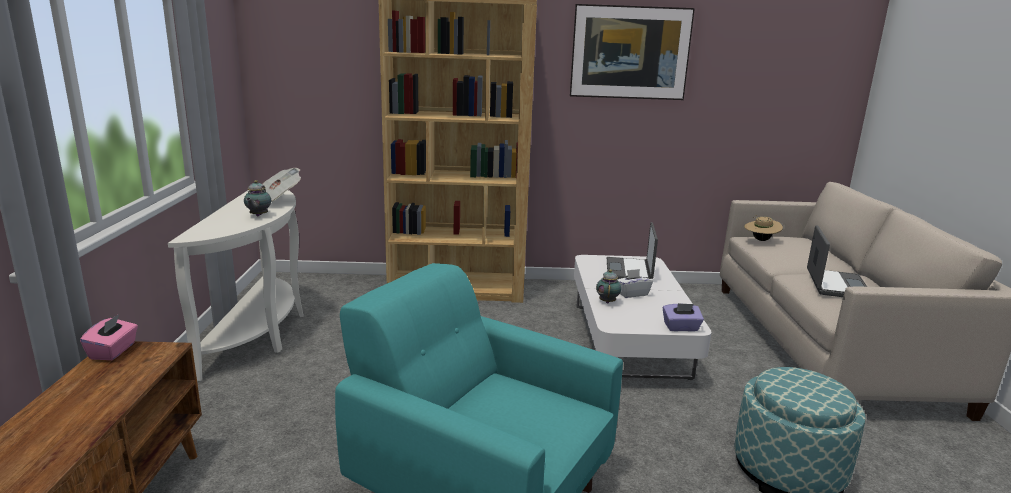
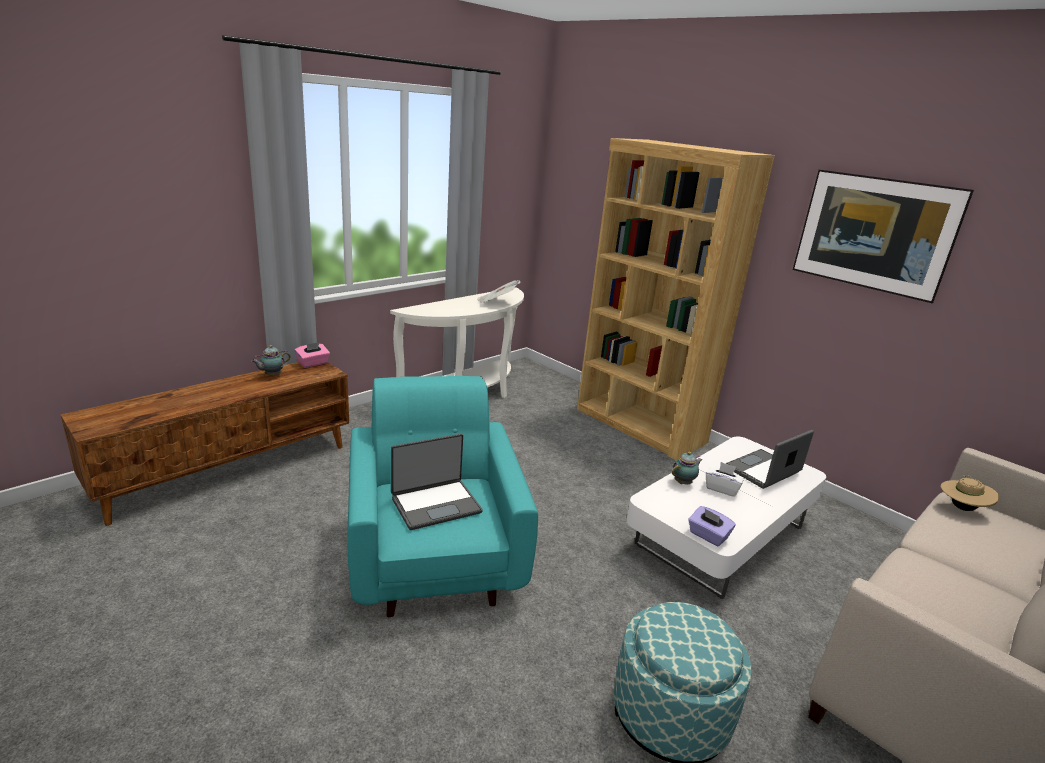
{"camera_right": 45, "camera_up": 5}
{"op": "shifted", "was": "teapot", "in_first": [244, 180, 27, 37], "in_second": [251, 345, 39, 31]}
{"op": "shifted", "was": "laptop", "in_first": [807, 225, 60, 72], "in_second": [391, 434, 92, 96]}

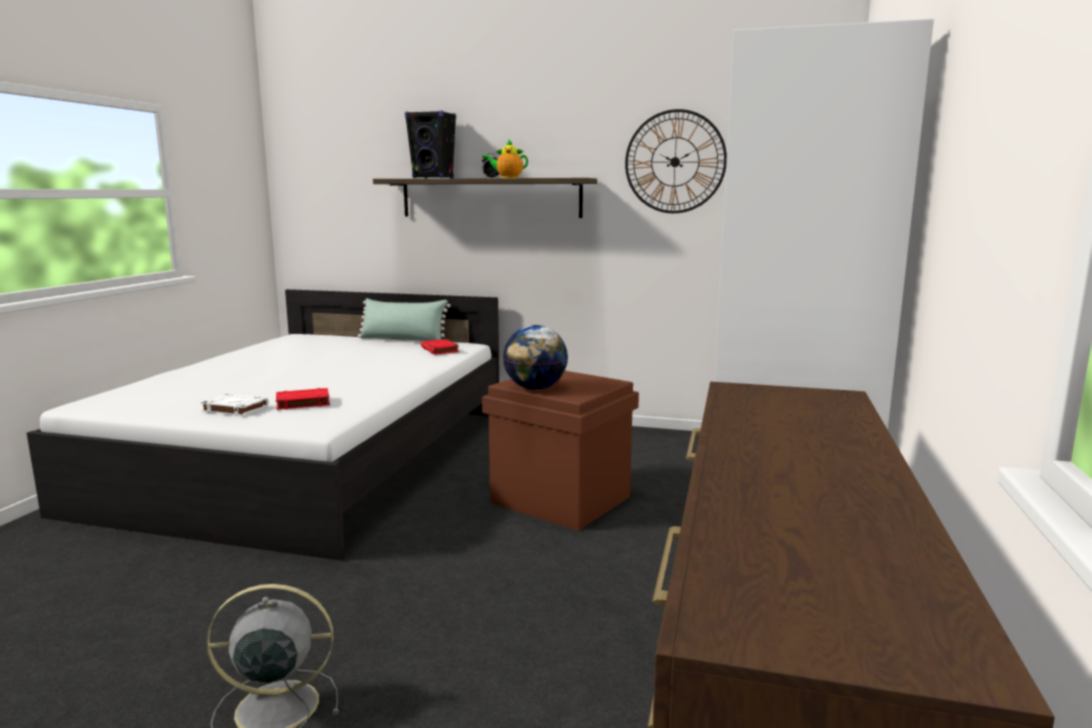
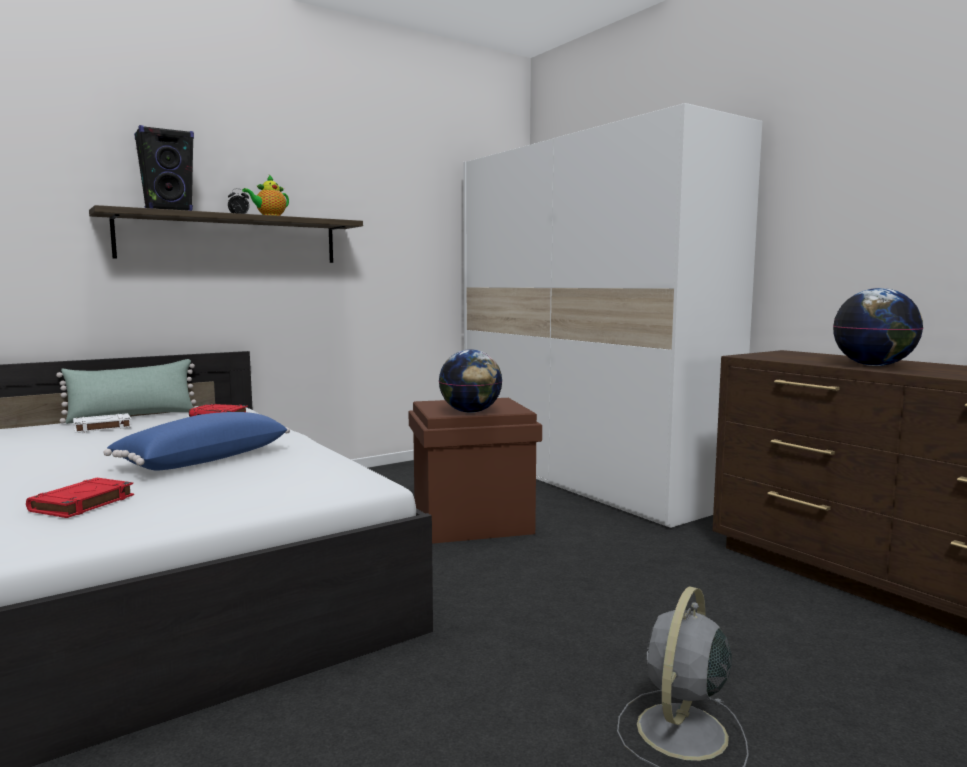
{"camera_right": -50, "camera_up": -5}
{"op": "gone", "was": "wall clock", "in_first": [625, 109, 102, 104]}
{"op": "new", "now": "cushion (blue)", "in_second": [103, 412, 187, 59]}
{"op": "new", "now": "desk globe", "in_second": [833, 288, 90, 78]}
{"op": "shifted", "was": "book (white-coloured)", "in_first": [201, 394, 68, 22], "in_second": [73, 413, 59, 20]}
{"op": "shifted", "was": "book (red)", "in_first": [276, 388, 54, 22], "in_second": [26, 478, 108, 40]}

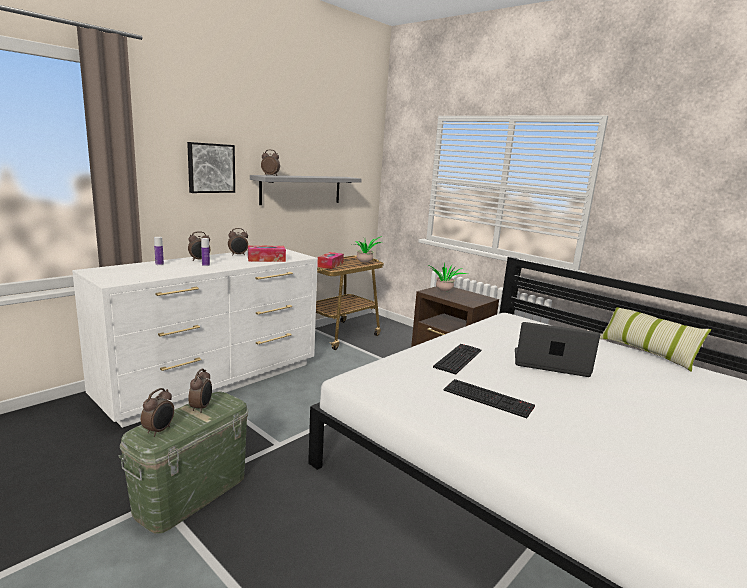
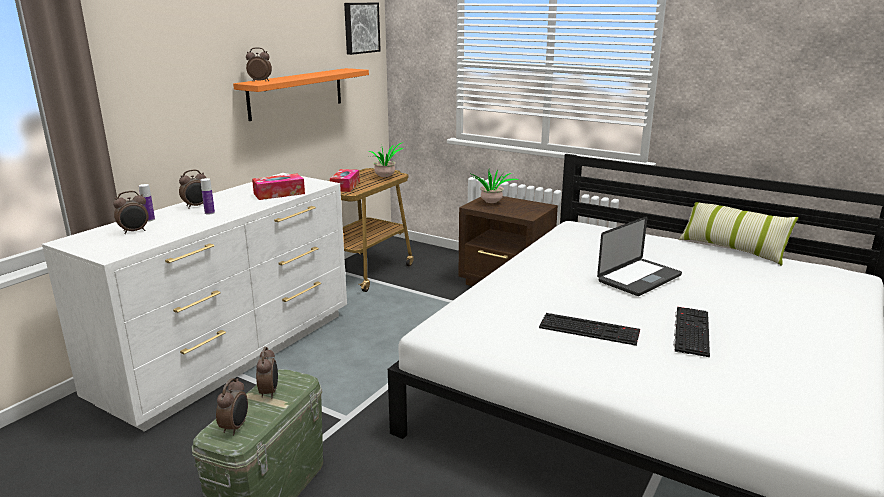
{"camera_right": -10, "camera_up": 5}
{"op": "shifted", "was": "wall art", "in_first": [187, 142, 48, 51], "in_second": [344, 3, 37, 52]}
{"op": "shifted", "was": "alarm clock", "in_first": [228, 228, 20, 28], "in_second": [113, 191, 36, 43]}
{"op": "shifted", "was": "keyboard", "in_first": [433, 344, 48, 31], "in_second": [674, 307, 36, 50]}
{"op": "repainted", "was": "wall shelf (grey)", "now": "wall shelf (orange)", "in_first": [250, 175, 112, 30], "in_second": [233, 68, 136, 53]}
{"op": "rotated", "was": "laptop", "in_first": [515, 322, 85, 55], "in_second": [597, 216, 85, 80], "clockwise": 135}

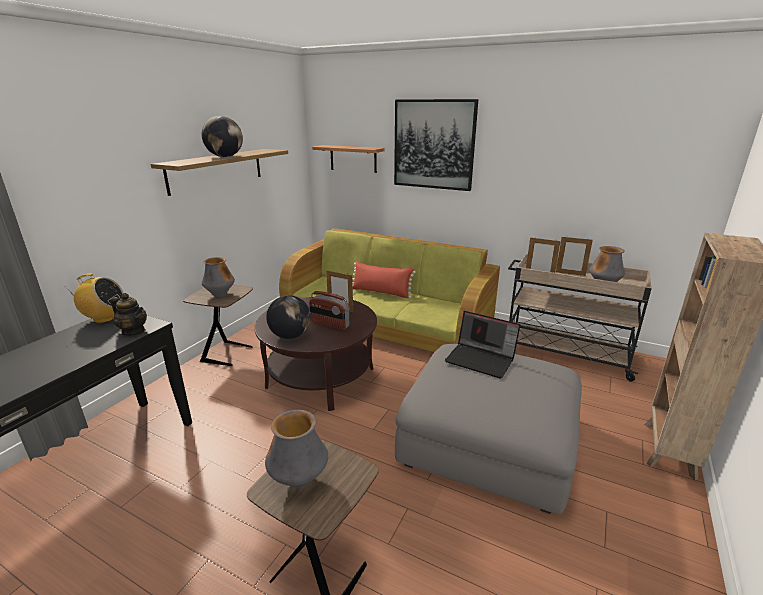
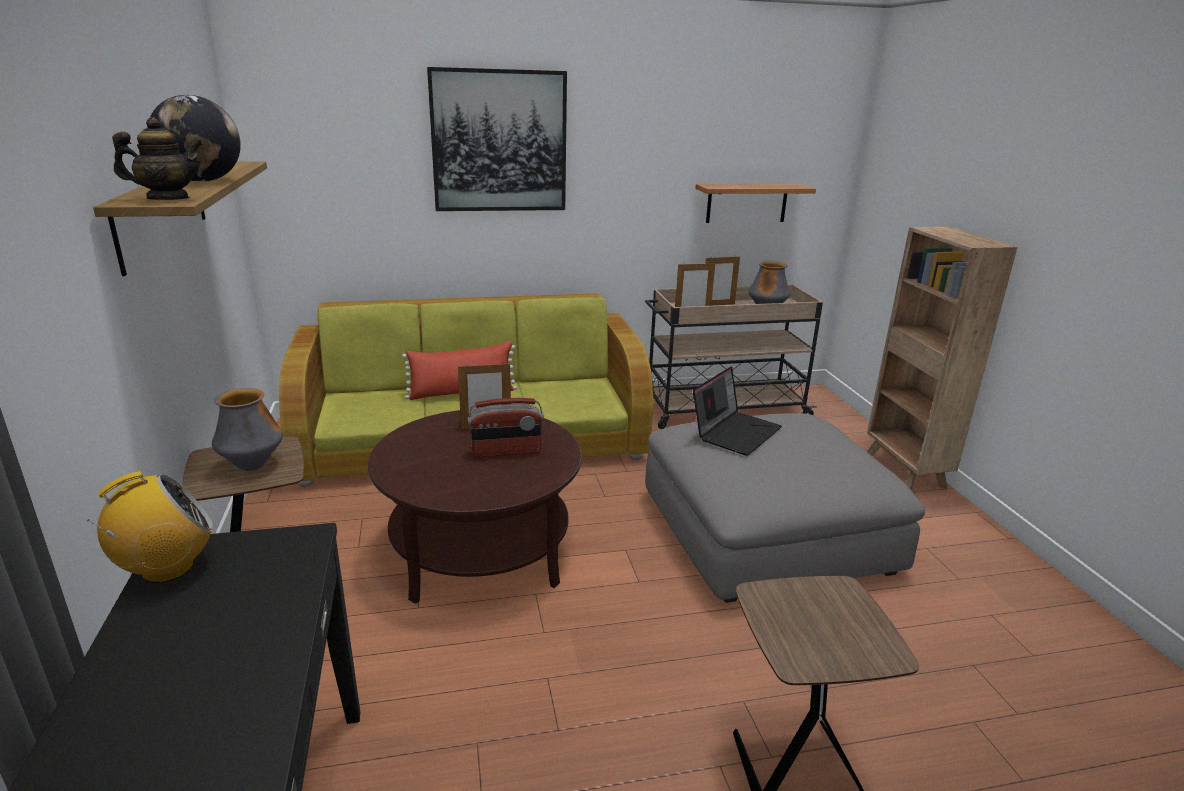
{"camera_right": -40, "camera_up": 0}
{"op": "gone", "was": "flower vase", "in_first": [265, 410, 63, 79]}
{"op": "gone", "was": "desk globe", "in_first": [266, 295, 45, 44]}
{"op": "shifted", "was": "teapot", "in_first": [110, 293, 37, 43], "in_second": [112, 117, 92, 83]}
{"op": "shifted", "was": "wall shelf", "in_first": [312, 145, 73, 28], "in_second": [695, 184, 121, 39]}
{"op": "rotated", "was": "laptop", "in_first": [445, 311, 75, 68], "in_second": [693, 366, 89, 90], "clockwise": -45}

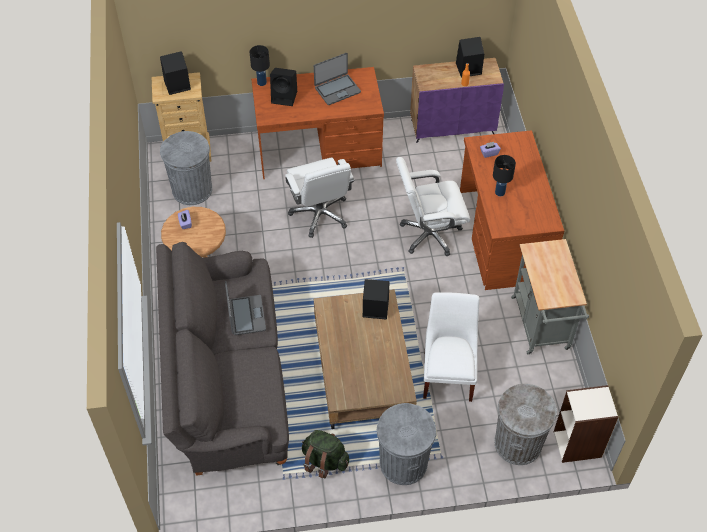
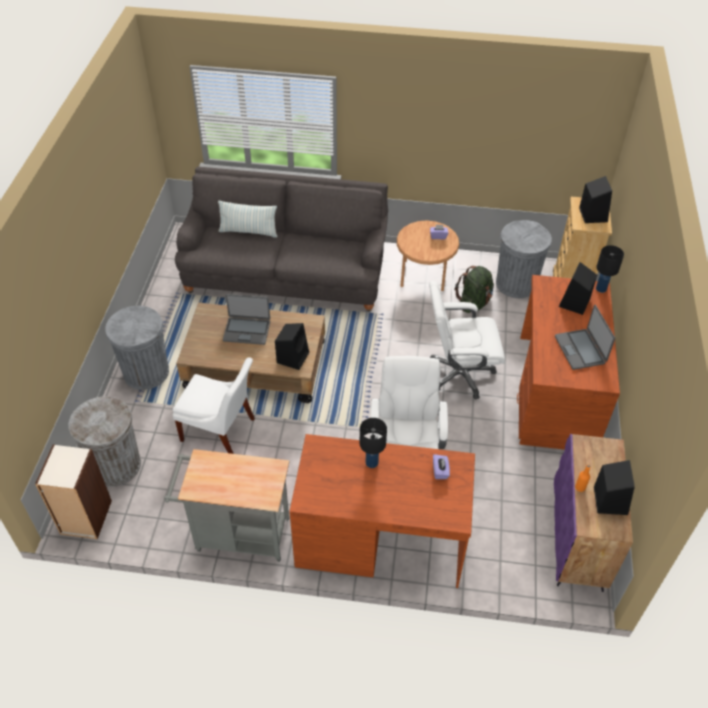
{"camera_right": 105, "camera_up": -5}
{"op": "new", "now": "cushion", "in_second": [218, 201, 59, 37]}
{"op": "shifted", "was": "laptop", "in_first": [225, 281, 41, 54], "in_second": [223, 294, 47, 51]}
{"op": "shifted", "was": "rucksack (green-coloured)", "in_first": [302, 430, 47, 48], "in_second": [455, 266, 39, 47]}

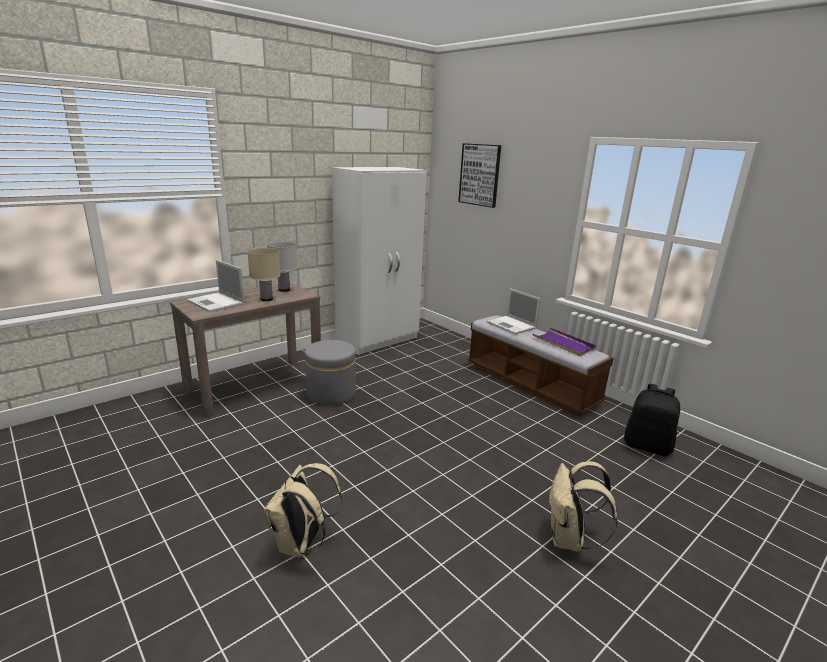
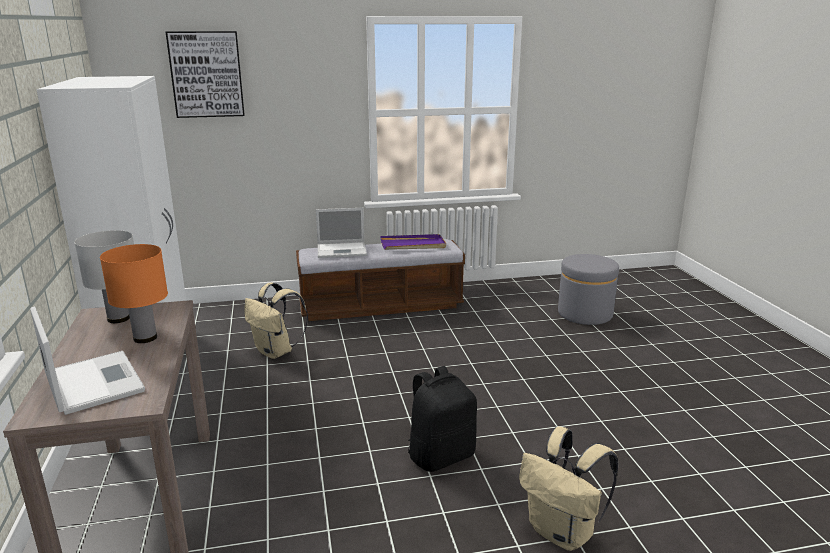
{"camera_right": -60, "camera_up": 0}
{"op": "shifted", "was": "footrest (grey)", "in_first": [304, 340, 52, 66], "in_second": [558, 254, 61, 71]}
{"op": "shifted", "was": "rucksack (beige-coloured)", "in_first": [548, 461, 70, 91], "in_second": [245, 282, 63, 77]}
{"op": "shifted", "was": "rucksack (blackish)", "in_first": [624, 384, 56, 73], "in_second": [408, 366, 69, 106]}
{"op": "repainted", "was": "lamp for a table (beige-coloured)", "now": "lamp for a table (orange)", "in_first": [247, 248, 34, 53], "in_second": [100, 244, 68, 99]}
{"op": "rotated", "was": "laptop", "in_first": [187, 260, 58, 52], "in_second": [30, 306, 115, 109], "clockwise": -105}

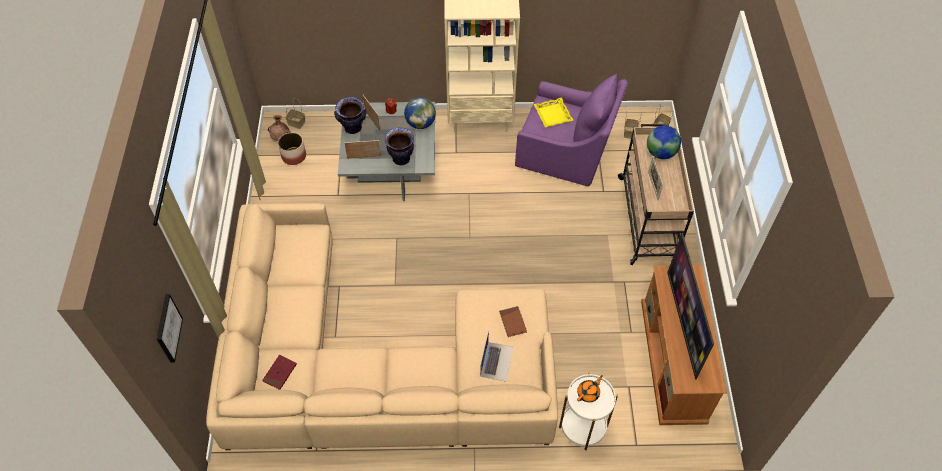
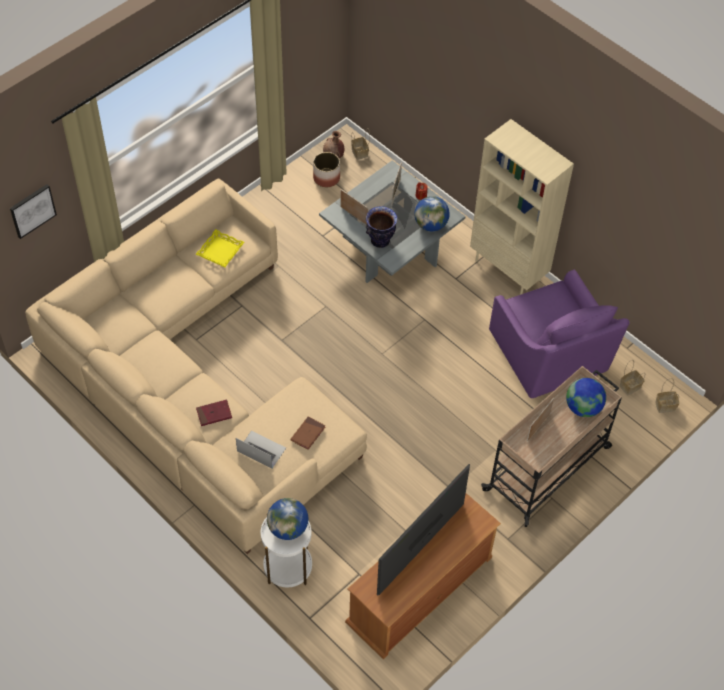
{"camera_right": 45, "camera_up": 0}
{"op": "gone", "was": "flower vase", "in_first": [334, 97, 33, 37]}
{"op": "shifted", "was": "book (red)", "in_first": [262, 355, 35, 35], "in_second": [196, 399, 36, 27]}
{"op": "shifted", "was": "tray (yellow-coloured)", "in_first": [534, 97, 39, 30], "in_second": [196, 229, 48, 39]}
{"op": "swapped", "was": "teapot (orange)", "now": "desk globe", "in_first": [577, 375, 26, 27], "in_second": [267, 498, 41, 42]}
{"op": "rotated", "was": "laptop", "in_first": [480, 331, 33, 51], "in_second": [236, 431, 50, 37], "clockwise": -120}

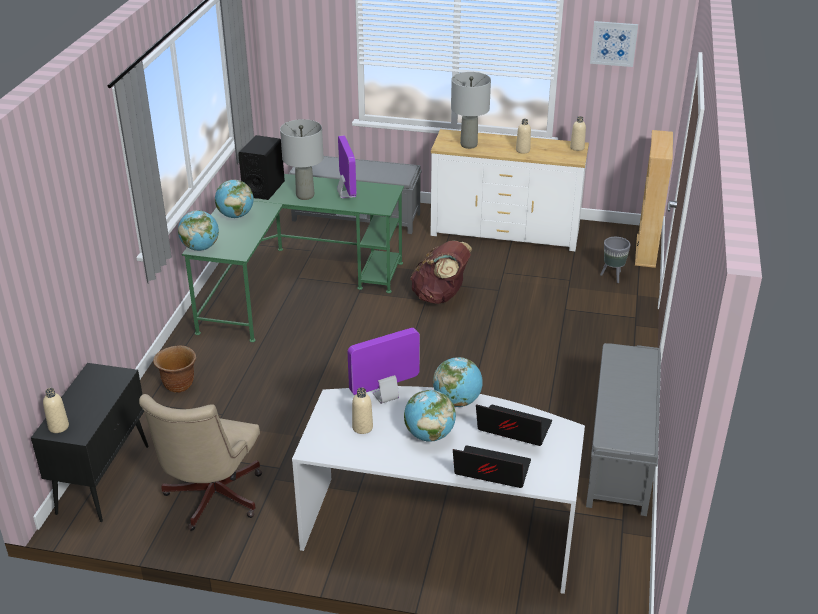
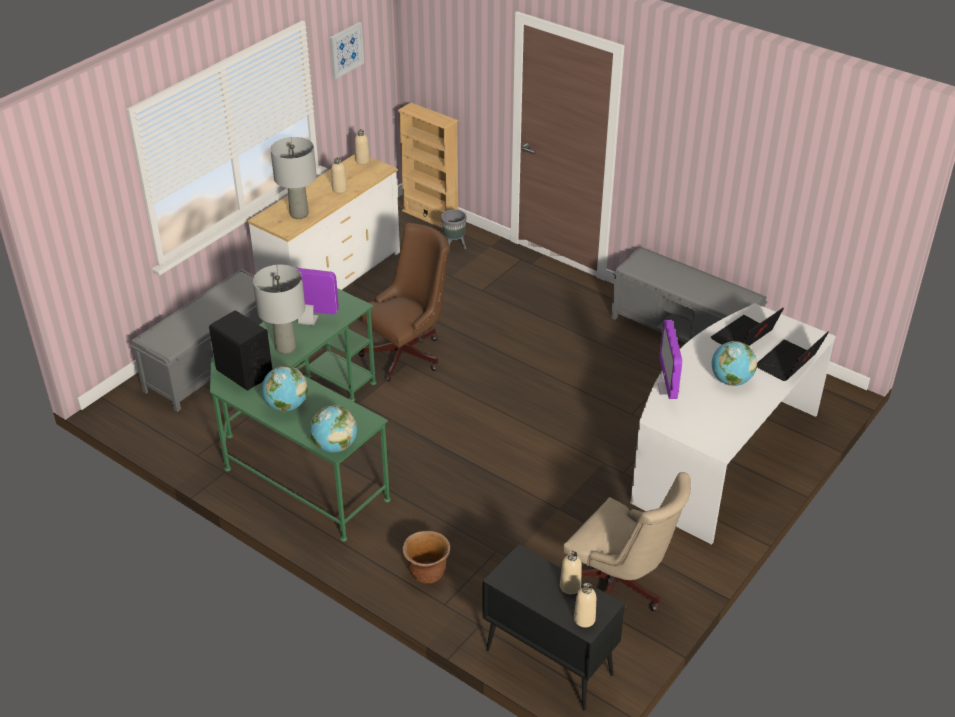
{"camera_right": -65, "camera_up": 5}
{"op": "gone", "was": "desk globe", "in_first": [433, 357, 50, 50]}
{"op": "shifted", "was": "bottle (beige-coloured)", "in_first": [352, 387, 21, 47], "in_second": [560, 550, 22, 44]}
{"op": "swapped", "was": "rucksack (brown-coloured)", "now": "desk chair (brown-coloured)", "in_first": [410, 241, 62, 63], "in_second": [358, 223, 92, 158]}

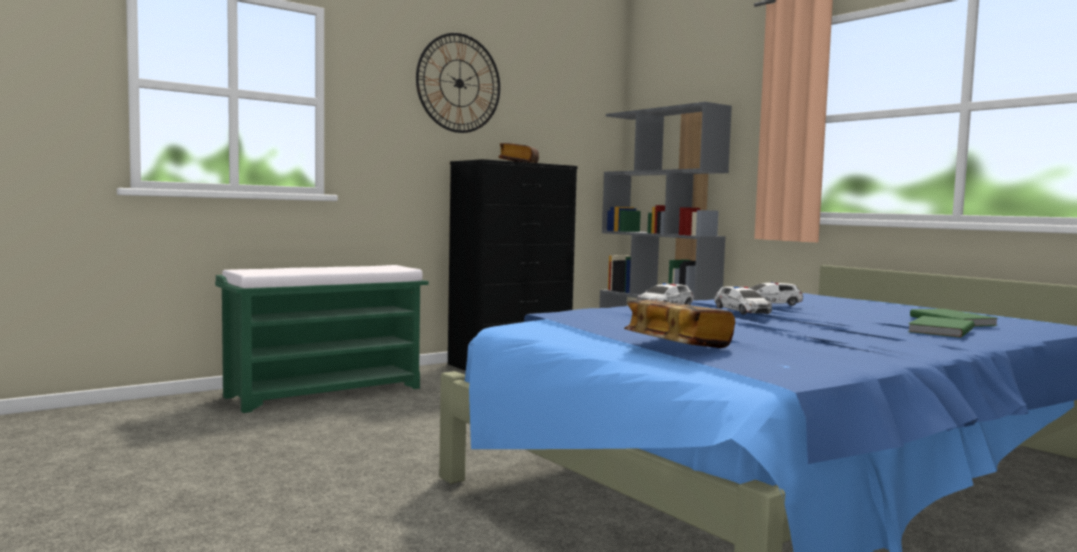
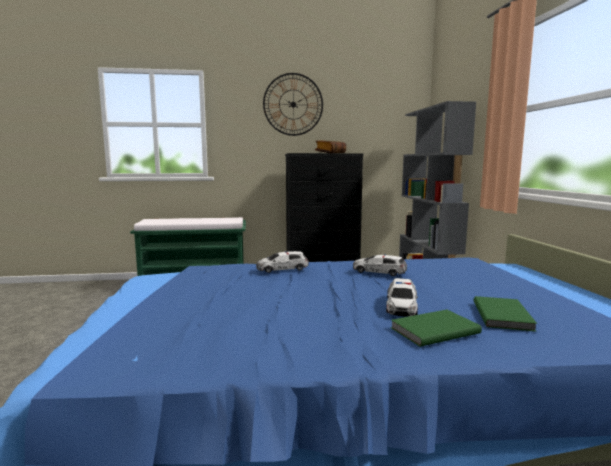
{"camera_right": 30, "camera_up": 5}
{"op": "gone", "was": "book", "in_first": [624, 300, 111, 48]}
{"op": "shifted", "was": "miniature car", "in_first": [714, 287, 58, 27], "in_second": [386, 278, 32, 39]}

